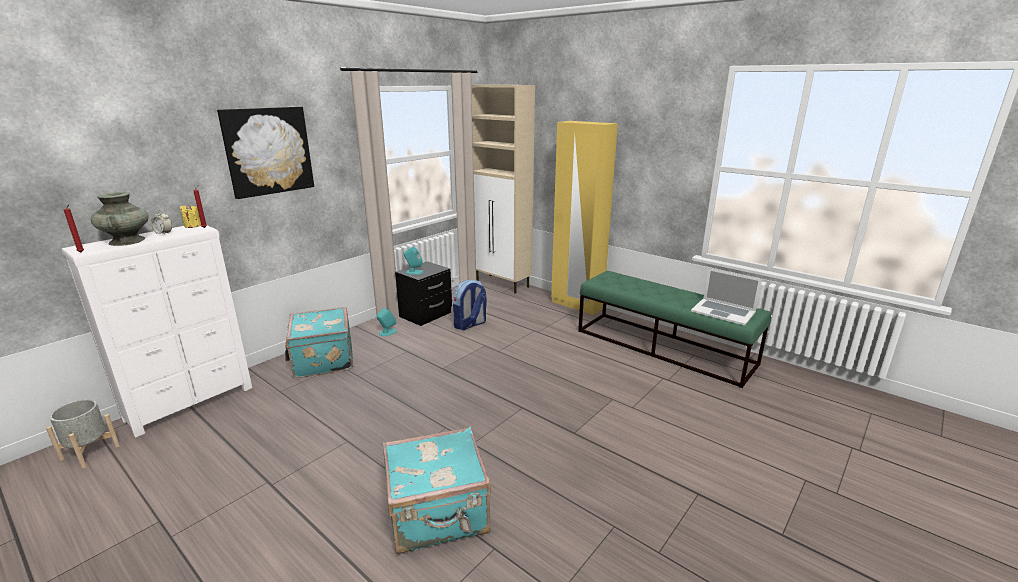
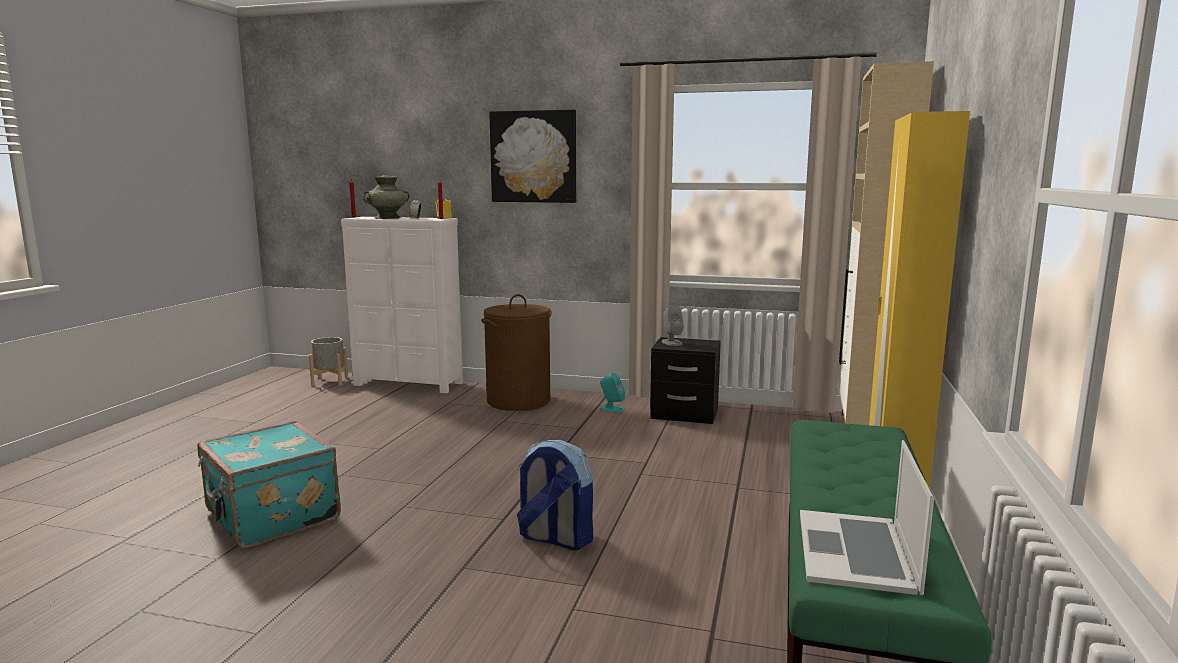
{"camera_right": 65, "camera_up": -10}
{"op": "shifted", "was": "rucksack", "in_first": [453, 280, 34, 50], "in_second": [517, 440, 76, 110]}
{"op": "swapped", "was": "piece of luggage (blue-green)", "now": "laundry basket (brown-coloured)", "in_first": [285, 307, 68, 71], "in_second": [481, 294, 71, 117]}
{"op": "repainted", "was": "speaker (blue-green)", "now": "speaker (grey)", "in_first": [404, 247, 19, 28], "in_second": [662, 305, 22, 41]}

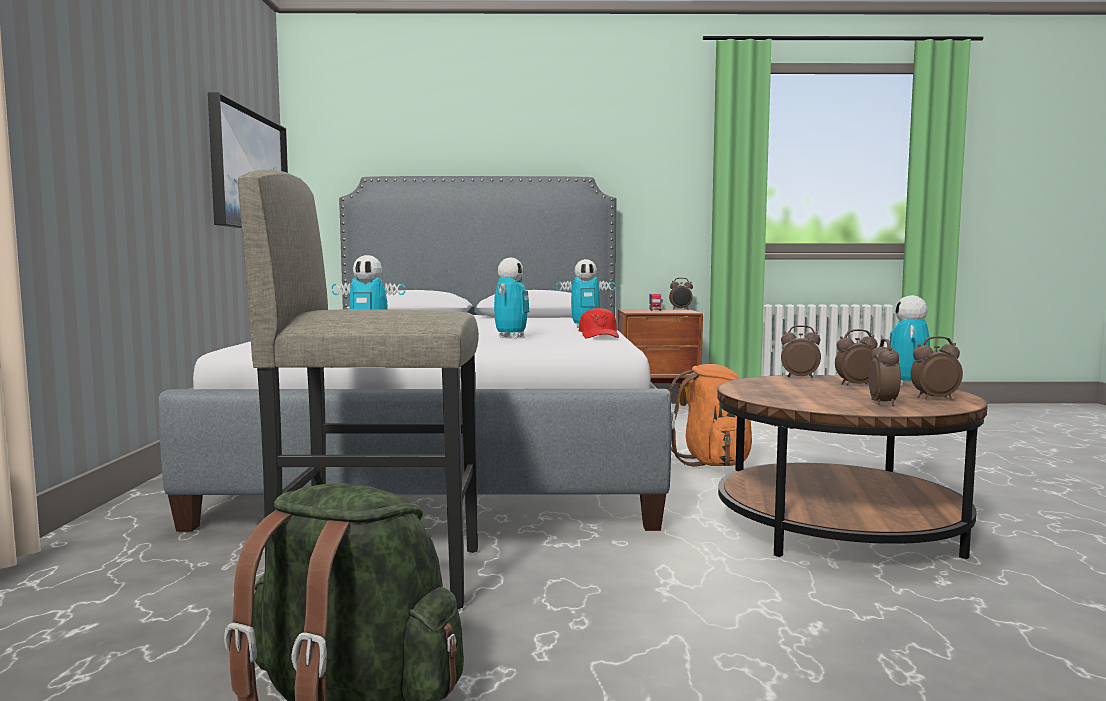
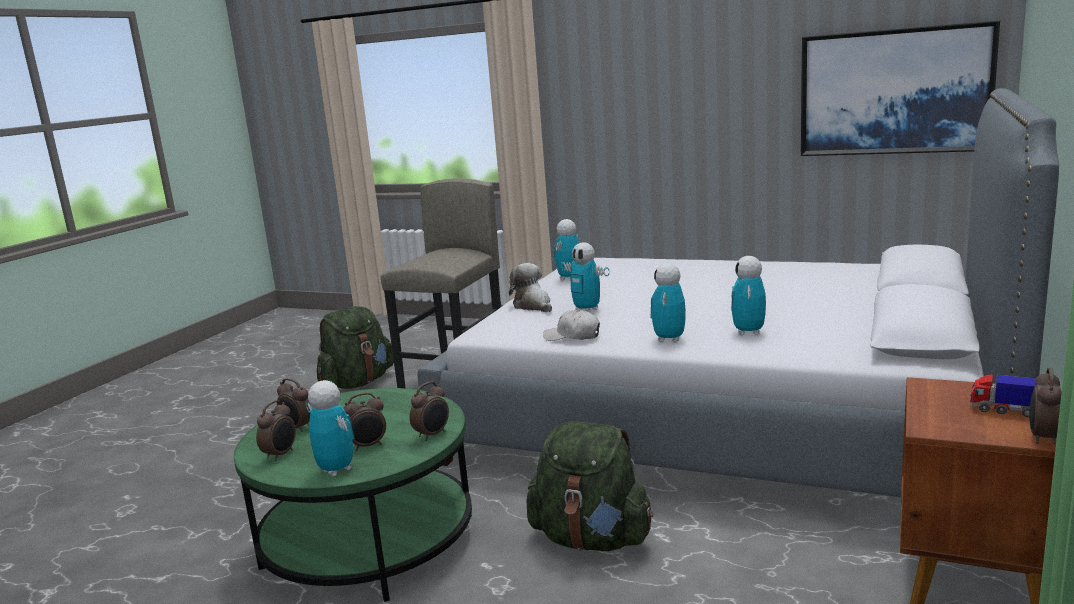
{"camera_right": 115, "camera_up": 10}
{"op": "new", "now": "cuddly toy", "in_second": [509, 263, 43, 49]}
{"op": "new", "now": "model robot", "in_second": [731, 256, 35, 79]}
{"op": "repainted", "was": "peaked cap (red)", "now": "peaked cap (white-coloured)", "in_first": [579, 307, 40, 31], "in_second": [543, 310, 57, 31]}
{"op": "repainted", "was": "rucksack (orange)", "now": "rucksack (green-coloured)", "in_first": [669, 364, 83, 102], "in_second": [527, 421, 127, 130]}
{"op": "repainted", "was": "lounge table (brown-coloured)", "now": "lounge table (green-coloured)", "in_first": [717, 375, 271, 184], "in_second": [234, 388, 238, 214]}
{"op": "rotated", "was": "alarm clock", "in_first": [835, 329, 43, 56], "in_second": [343, 392, 43, 59], "clockwise": 45}

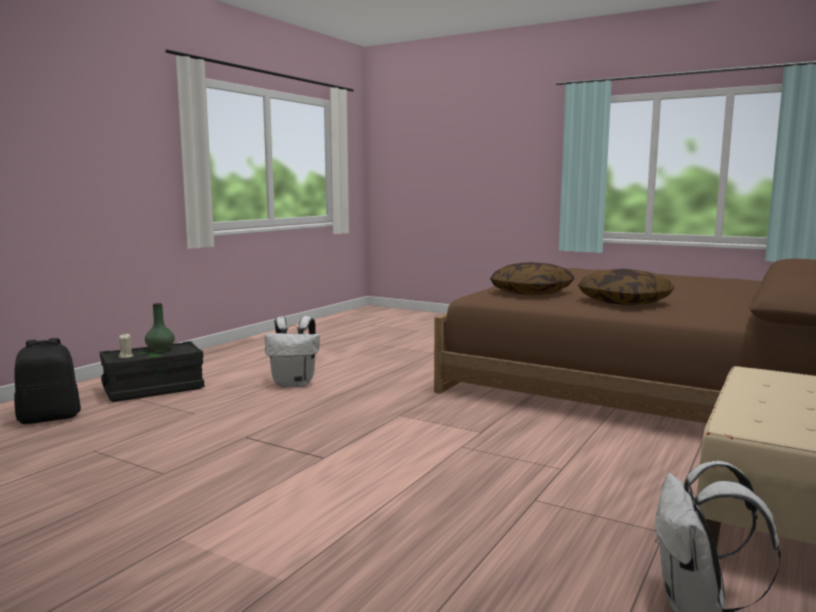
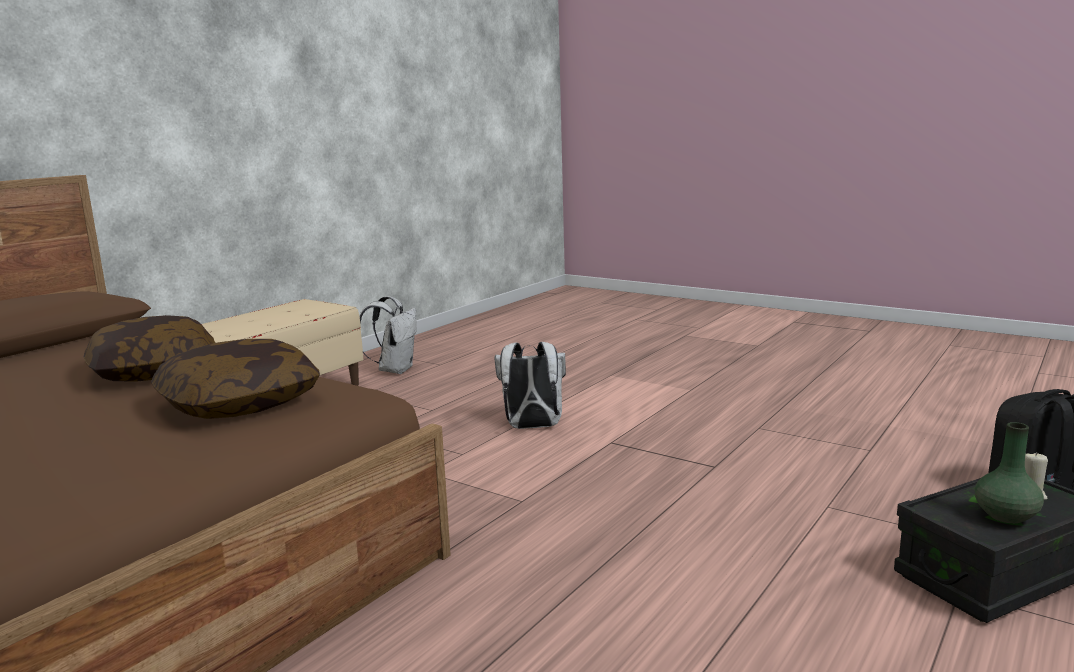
{"camera_right": -175, "camera_up": 5}
{"op": "shifted", "was": "rucksack (white-coloured)", "in_first": [265, 316, 55, 71], "in_second": [494, 342, 72, 87]}

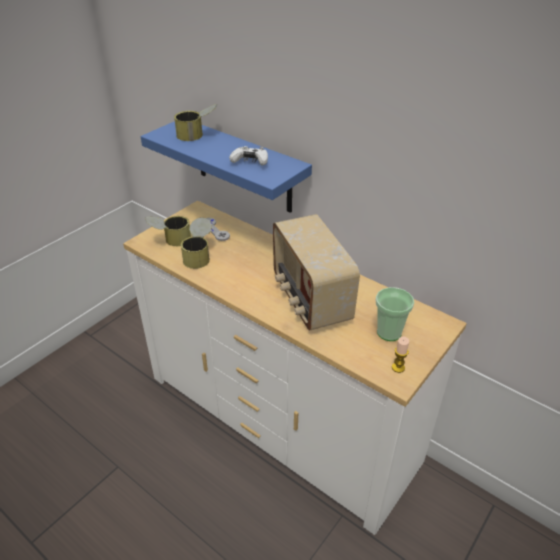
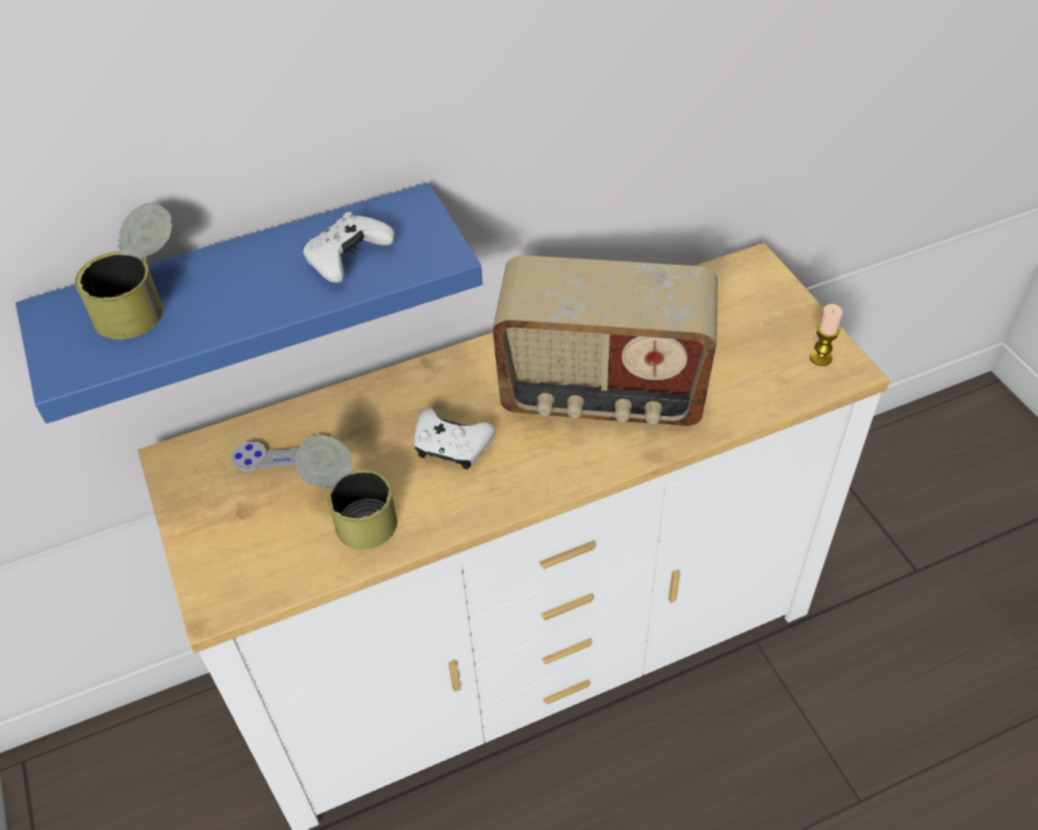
{"camera_right": -60, "camera_up": 10}
{"op": "gone", "was": "can", "in_first": [145, 216, 46, 30]}
{"op": "gone", "was": "cup", "in_first": [376, 287, 38, 54]}
{"op": "new", "now": "gamepad (white-coloured)", "in_second": [414, 408, 81, 61]}

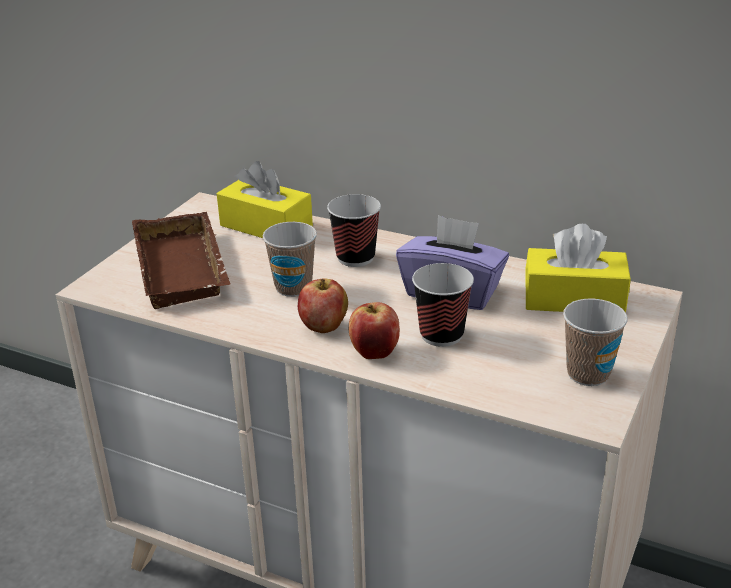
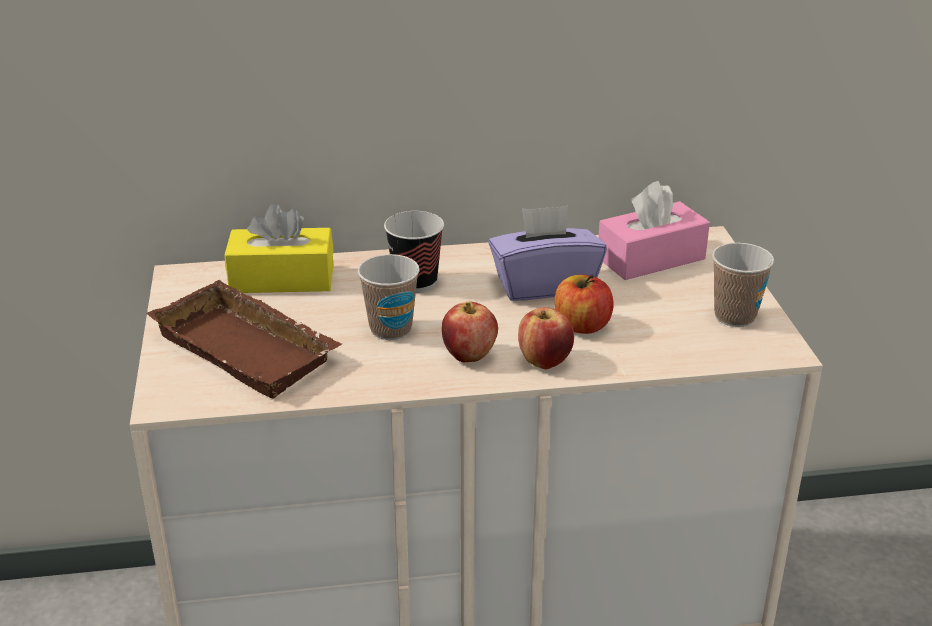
{"camera_right": -35, "camera_up": 0}
{"op": "swapped", "was": "cup", "now": "apple", "in_first": [412, 263, 62, 84], "in_second": [555, 275, 59, 59]}
{"op": "repainted", "was": "tissue holder (yellow-coloured)", "now": "tissue holder (pinkish)", "in_first": [525, 224, 106, 88], "in_second": [598, 181, 112, 99]}

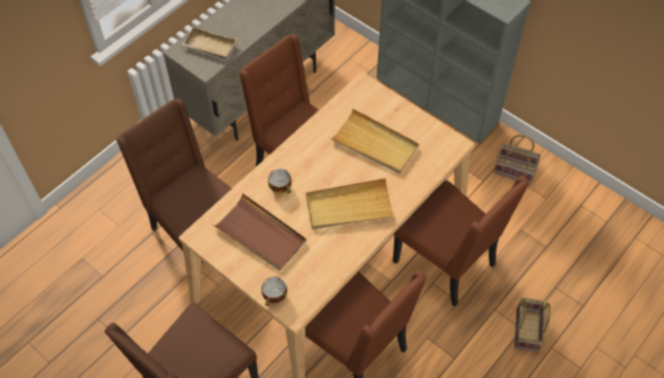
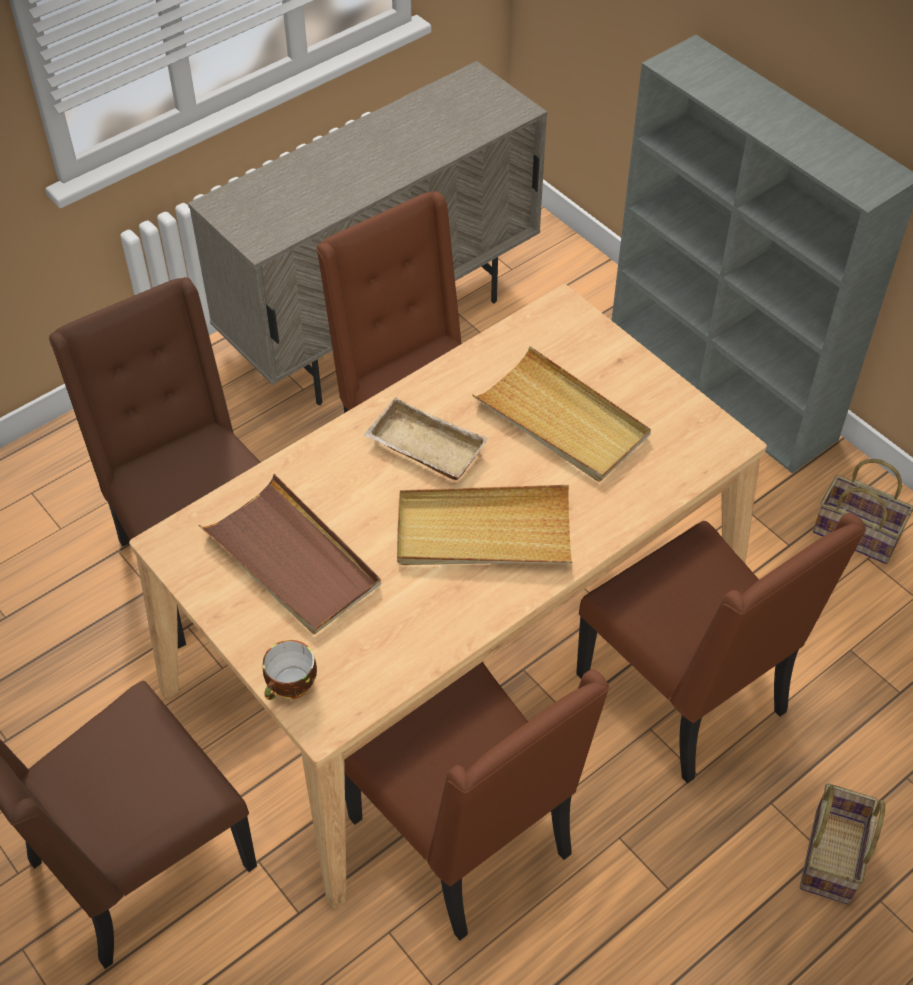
{"camera_right": 10, "camera_up": -5}
{"op": "gone", "was": "cup", "in_first": [268, 168, 23, 26]}
{"op": "shifted", "was": "tray (beige-coloured)", "in_first": [182, 26, 55, 33], "in_second": [364, 397, 124, 83]}

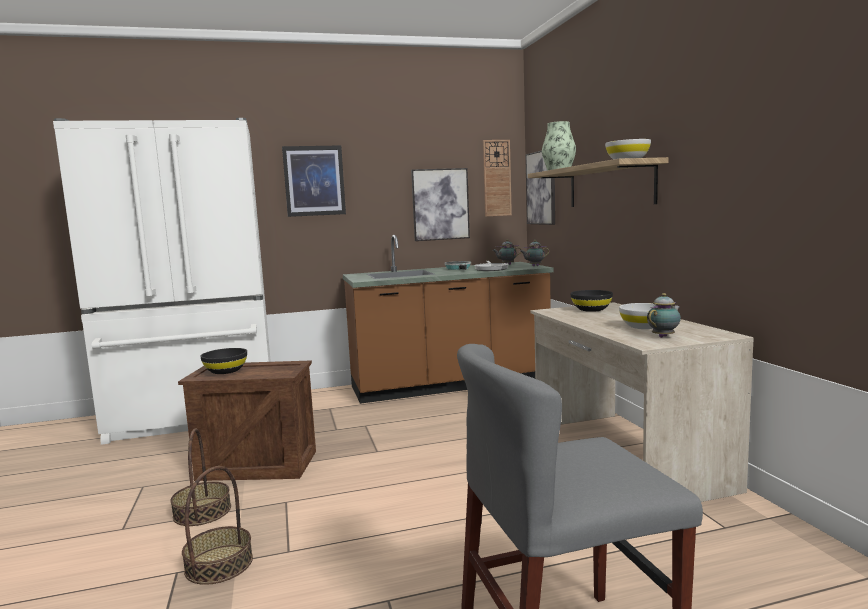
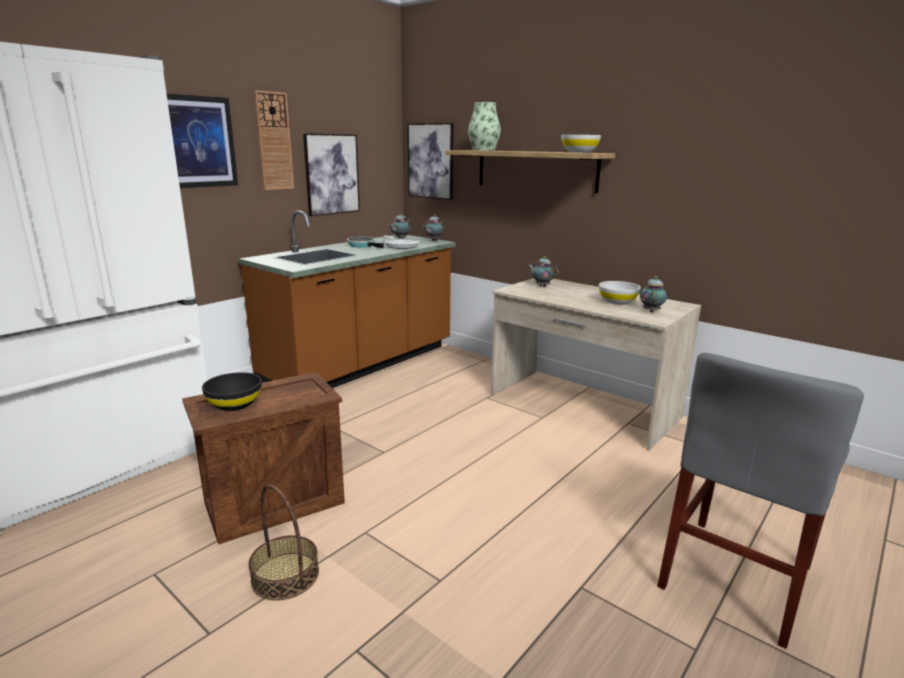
{"camera_right": -35, "camera_up": 10}
{"op": "gone", "was": "household basket", "in_first": [182, 466, 71, 119]}
{"op": "shifted", "was": "wall clock", "in_first": [483, 140, 29, 77], "in_second": [254, 90, 40, 100]}
{"op": "swapped", "was": "bowl (blackish)", "now": "teapot", "in_first": [570, 290, 43, 22], "in_second": [528, 256, 31, 31]}

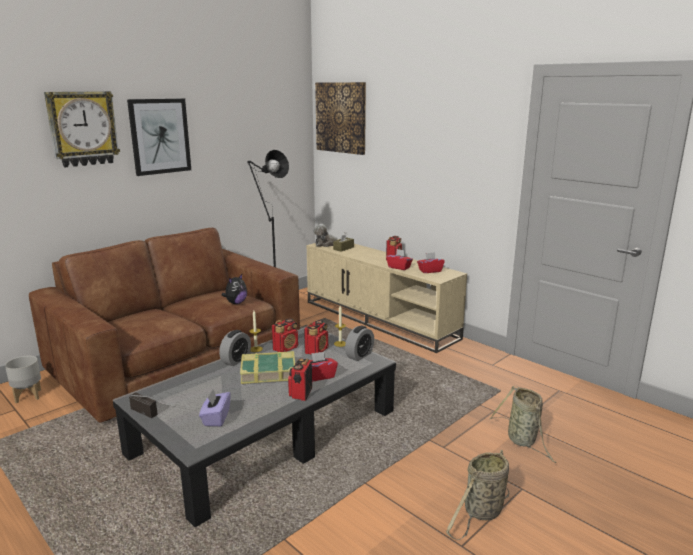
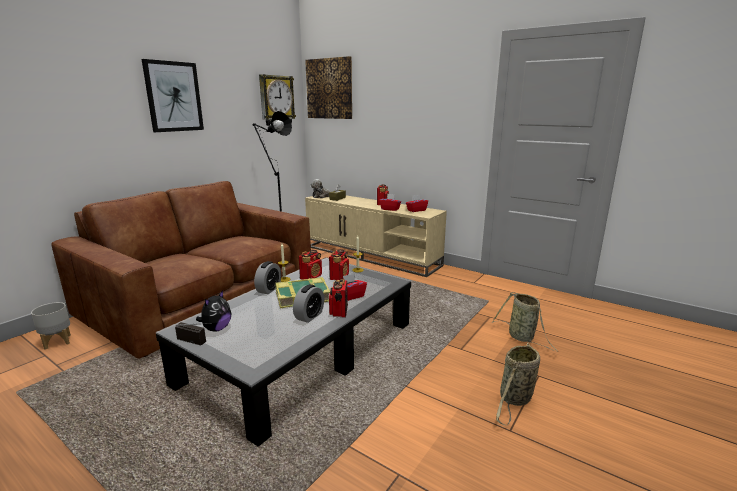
{"camera_right": -10, "camera_up": 0}
{"op": "gone", "was": "tissue holder (purple)", "in_first": [199, 390, 32, 36]}
{"op": "shifted", "was": "wall clock", "in_first": [44, 91, 76, 76], "in_second": [259, 74, 37, 52]}
{"op": "shifted", "was": "cuddly toy", "in_first": [222, 274, 25, 30], "in_second": [196, 290, 35, 42]}
{"op": "shifted", "was": "alarm clock", "in_first": [345, 326, 29, 35], "in_second": [293, 284, 31, 39]}

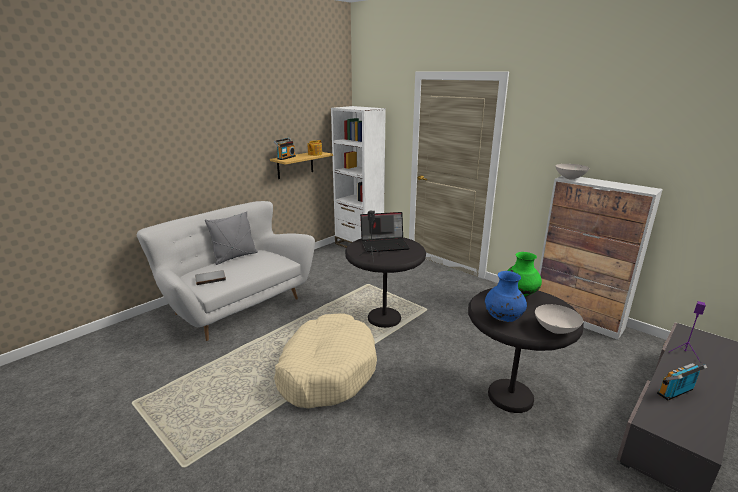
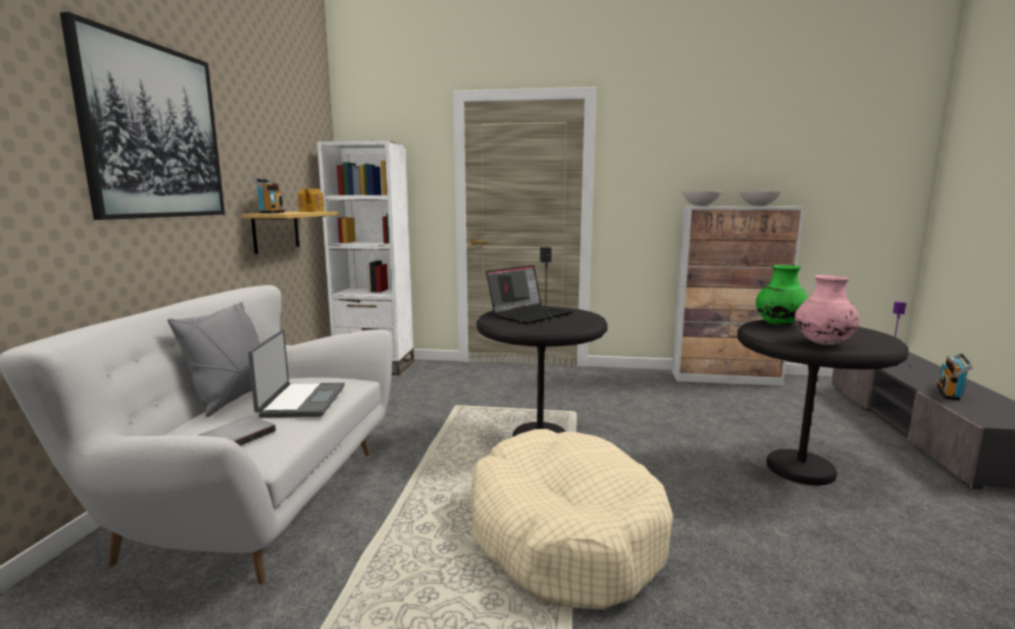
{"camera_right": -35, "camera_up": -10}
{"op": "new", "now": "wall art", "in_second": [60, 12, 165, 208]}
{"op": "new", "now": "laptop", "in_second": [248, 330, 97, 88]}
{"op": "shifted", "was": "bowl (white-coloured)", "in_first": [535, 304, 48, 30], "in_second": [740, 191, 41, 15]}
{"op": "repainted", "was": "flower vase (blue)", "now": "flower vase (pinkish)", "in_first": [485, 271, 42, 51], "in_second": [795, 275, 65, 70]}

